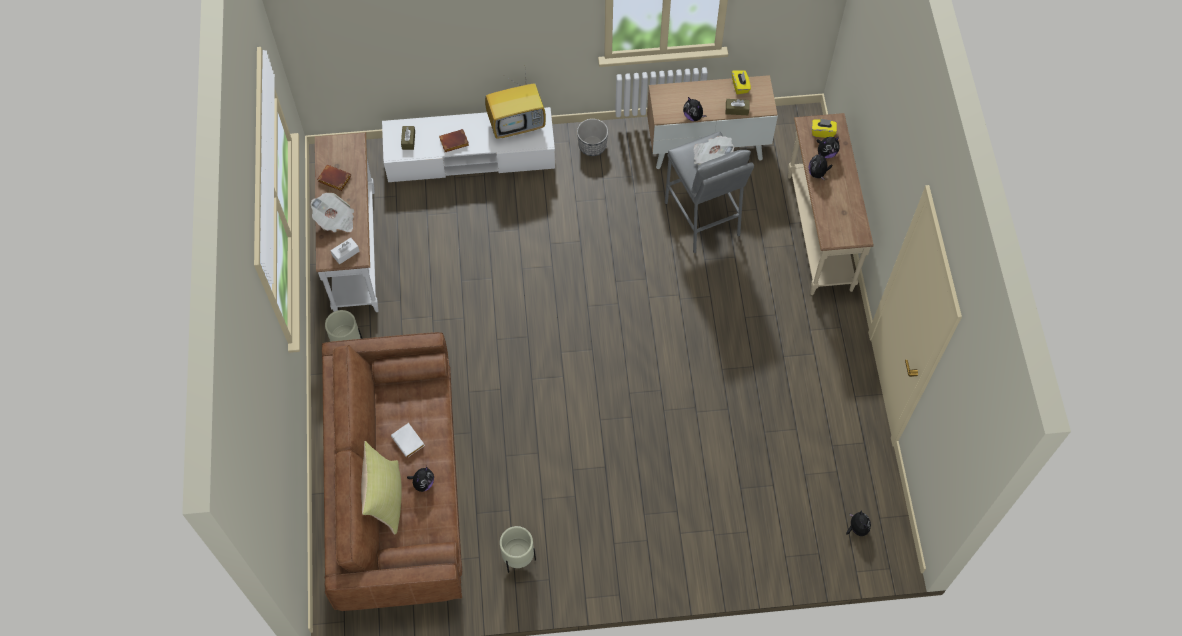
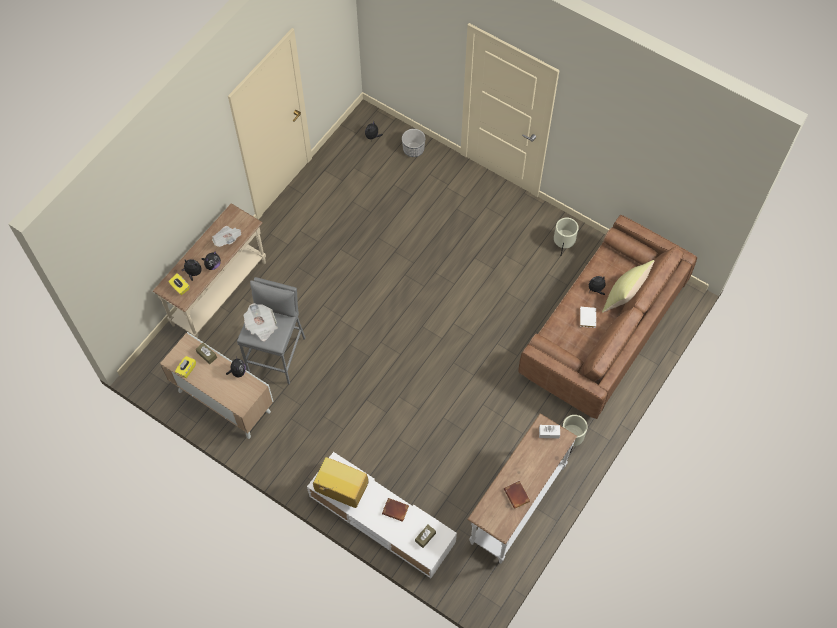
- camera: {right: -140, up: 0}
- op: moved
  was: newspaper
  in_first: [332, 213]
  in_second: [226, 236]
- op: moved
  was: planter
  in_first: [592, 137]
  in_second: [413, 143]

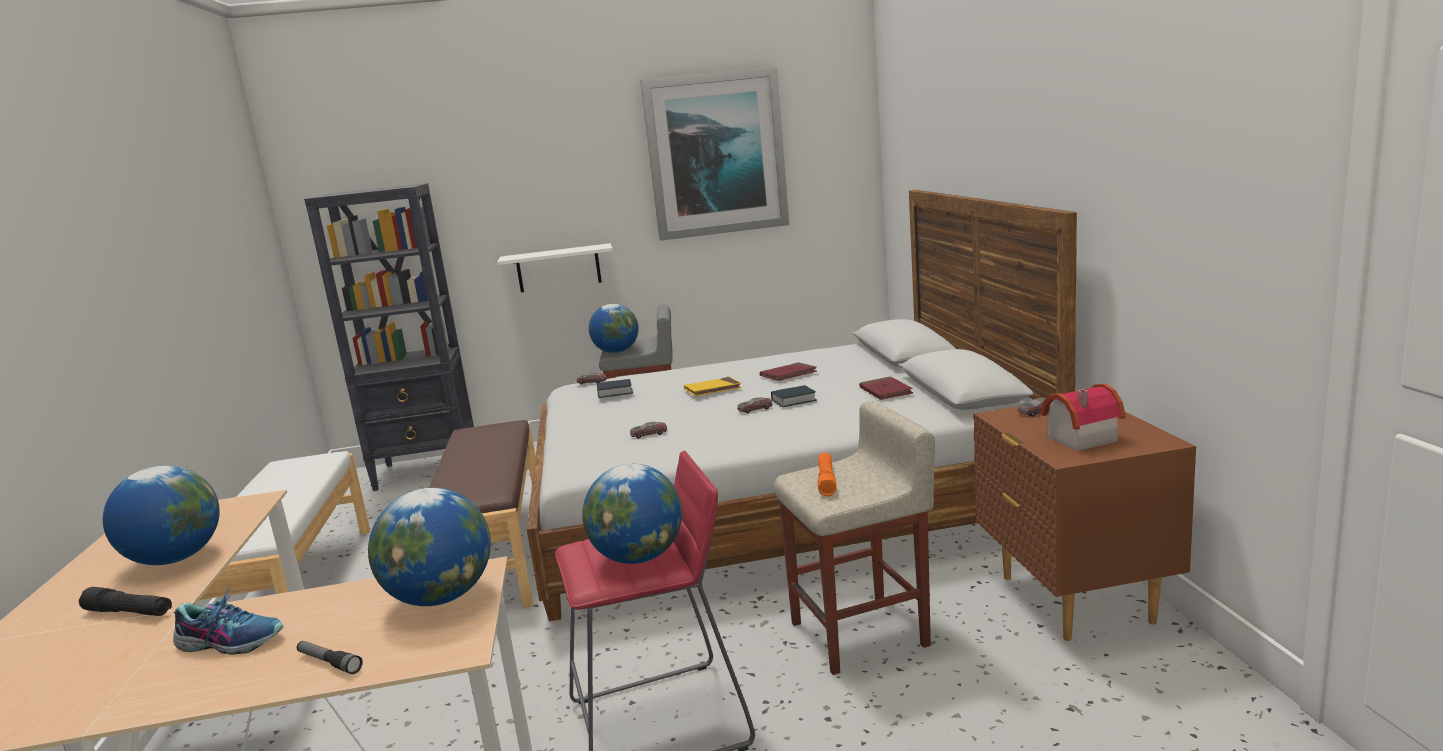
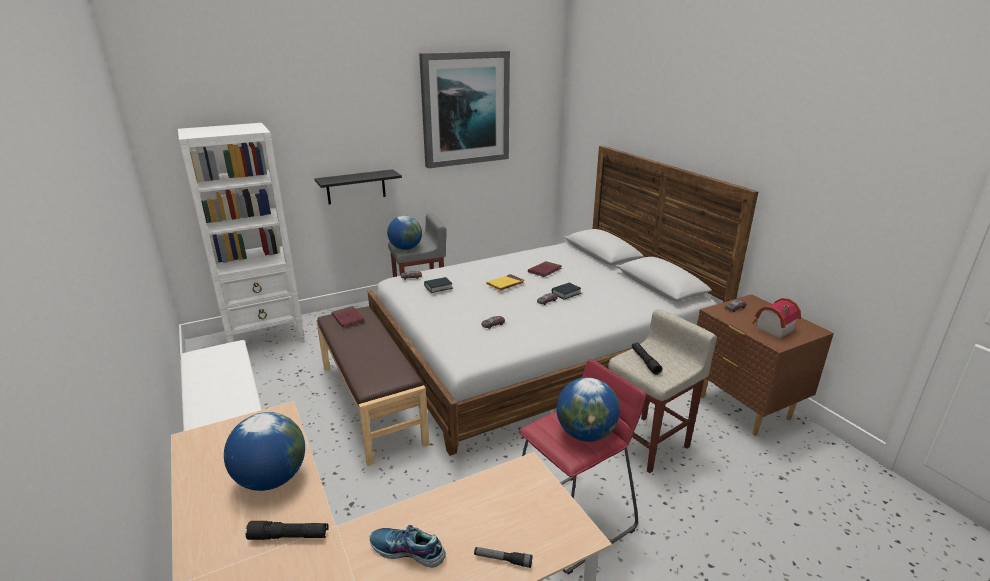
- camera: {right: -20, up: 10}
- op: removed
  was: globe
  in_first: [429, 547]
- op: moved
  was: red_book
  in_first: [886, 388]
  in_second: [348, 317]
- op: recoloured
  was: black_bookcase
  now: white_bookcase
  in_first: [389, 337]
  in_second: [241, 233]
- op: recoloured
  was: white_shelf
  now: black_shelf
  in_first: [555, 268]
  in_second: [358, 187]
- op: recoloured
  was: orange_flashlight
  now: black_flashlight
  in_first: [827, 474]
  in_second: [647, 359]
- op: turned
  was: shoe
  in_first: [228, 621]
  in_second: [408, 546]
  clockwise: -150

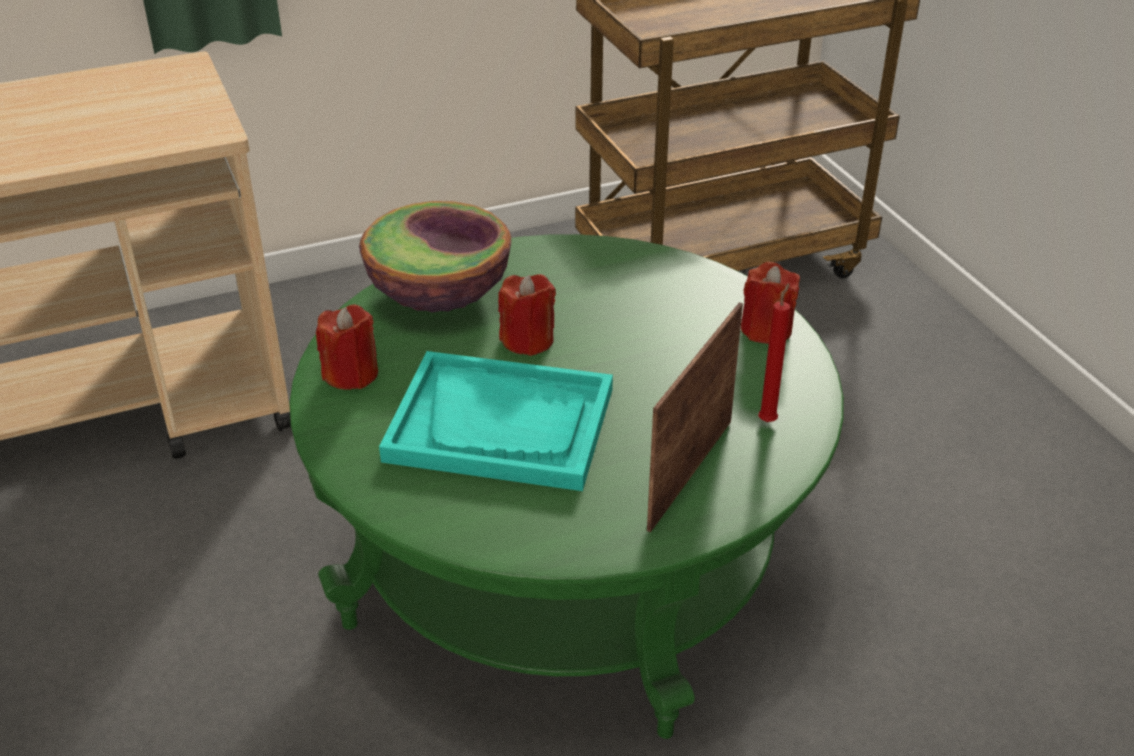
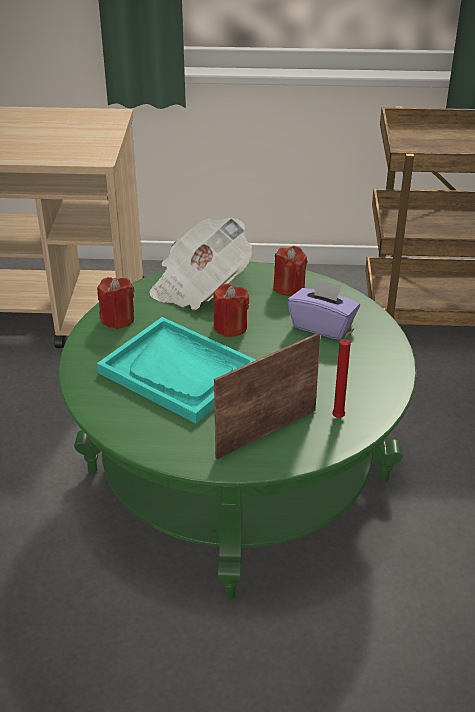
- camera: {right: 25, up: 0}
- op: added
  now: purple_tissue_box
  in_second: [324, 309]
- op: moved
  was: red_candle
  in_first: [770, 303]
  in_second: [290, 271]
- op: replaced
  was: bowl
  now: newspaper
  in_first: [435, 256]
  in_second: [200, 264]

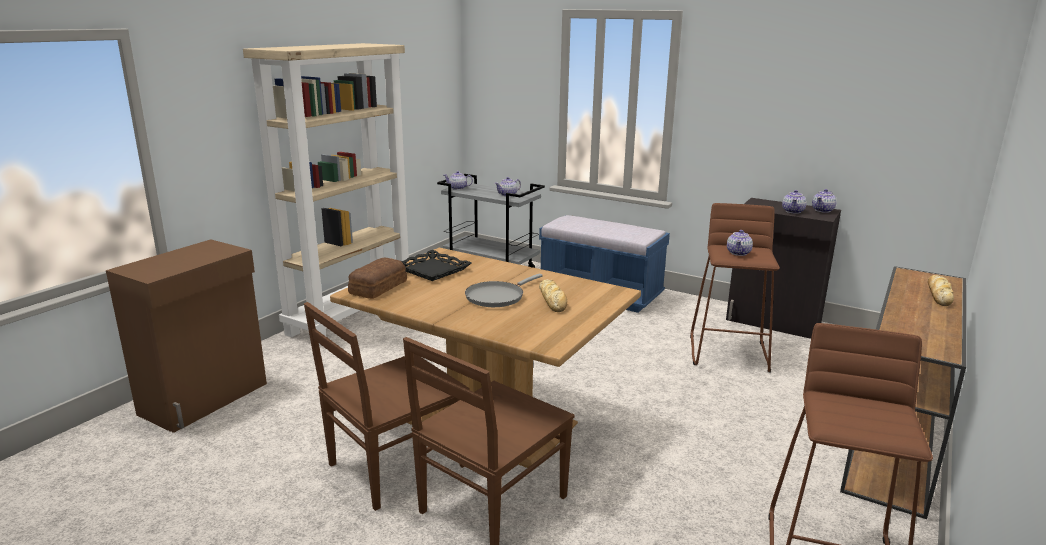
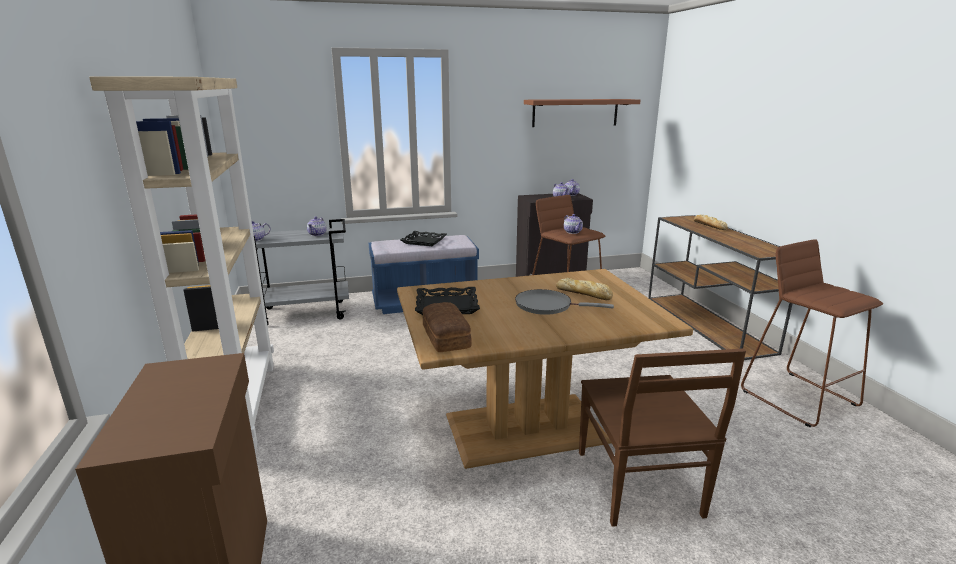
- camera: {right: -45, up: 0}
- op: removed
  was: brown_chair
  in_first: [386, 406]
- op: added
  now: black_tray
  in_second: [423, 238]
- op: added
  now: brown_shelf
  in_second: [582, 113]
- op: turned
  was: grey_frying_pan
  in_first: [504, 290]
  in_second: [564, 302]
  clockwise: 105

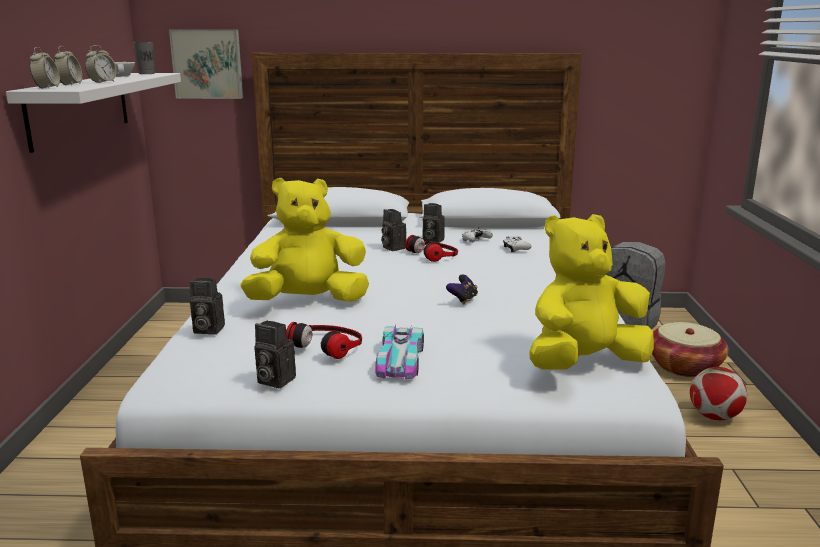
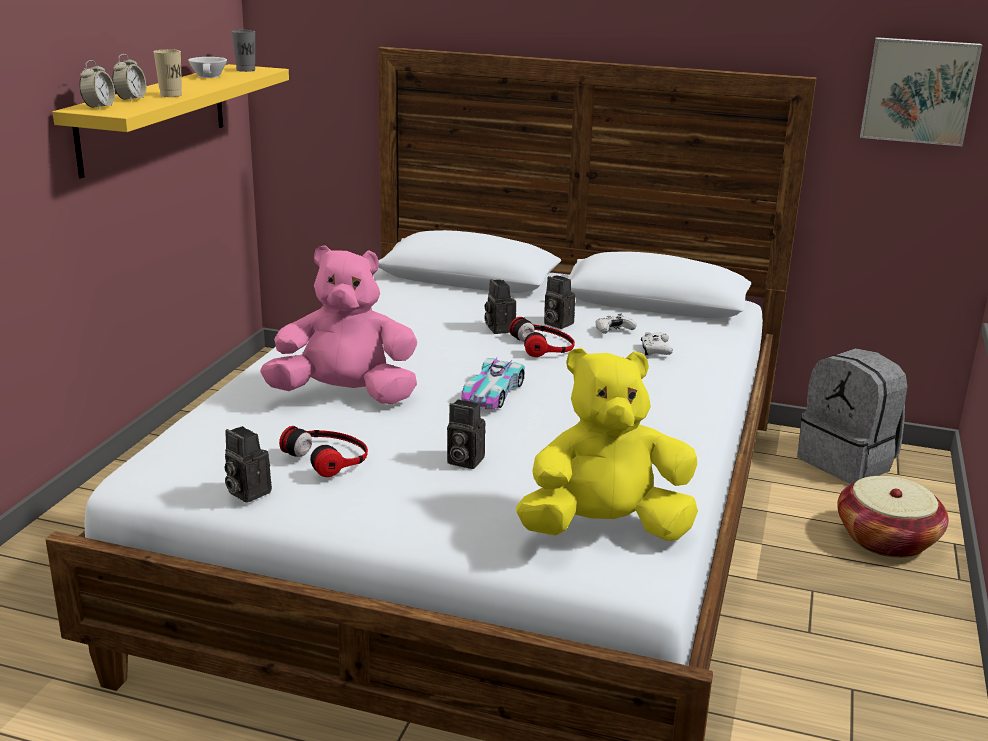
- camera: {right: 15, up: 5}
- op: removed
  was: game_controller
  in_first: [462, 289]
- op: removed
  was: football
  in_first: [718, 393]
- op: moved
  was: picture
  in_first: [206, 64]
  in_second: [921, 91]
- op: moved
  was: photo_camera
  in_first: [207, 306]
  in_second: [466, 434]
- op: moved
  was: toy_car
  in_first: [399, 352]
  in_second: [493, 383]
- op: replaced
  was: alarm_clock
  now: beige_cup
  in_first: [101, 64]
  in_second: [167, 73]
- op: recoloured
  was: white_shelf
  now: yellow_shelf
  in_first: [93, 113]
  in_second: [171, 121]
- op: recoloured
  was: yellow_plush_toy
  now: pink_plush_toy
  in_first: [304, 240]
  in_second: [338, 324]

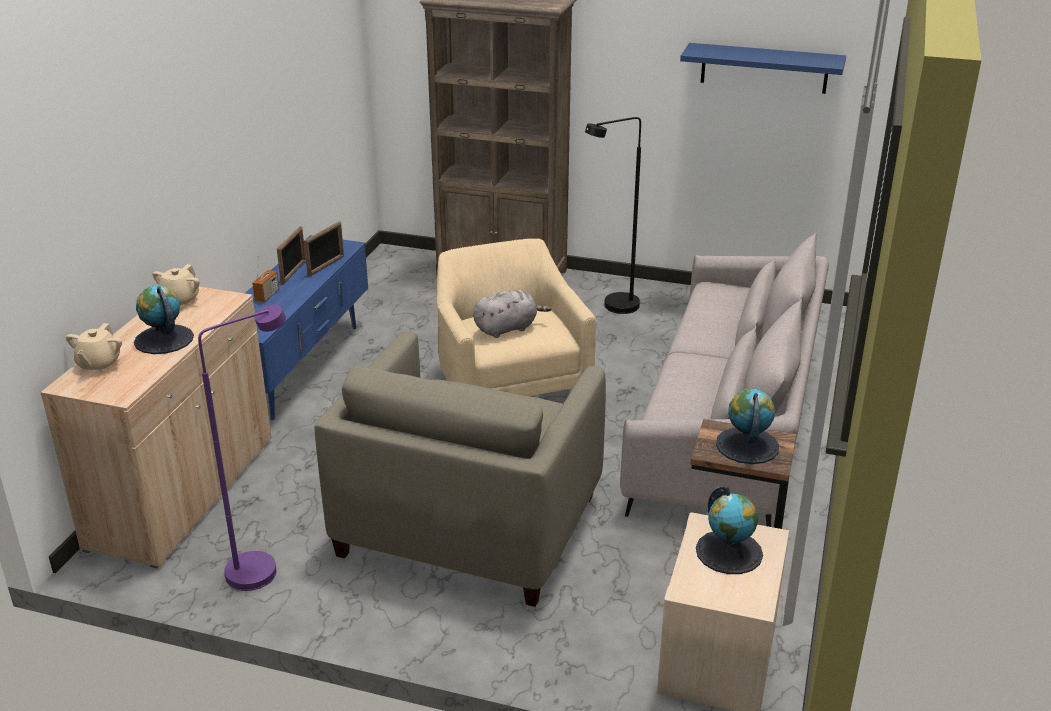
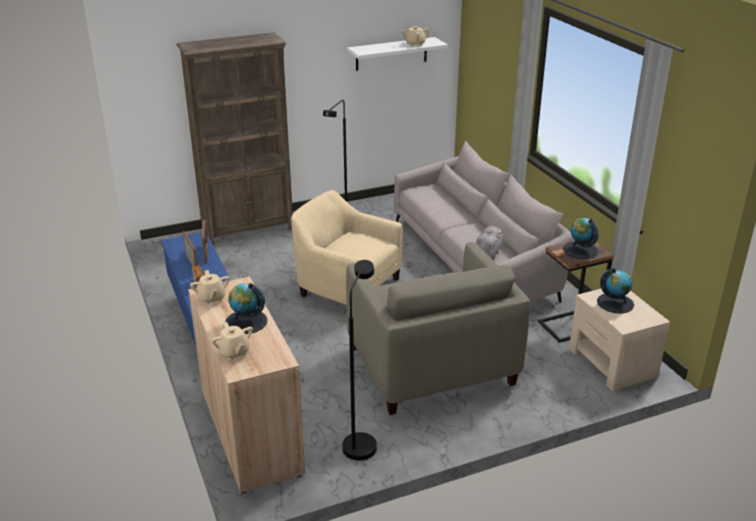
- camera: {right: -40, up: 0}
- op: added
  now: beige_teapot
  in_second: [415, 36]
- op: moved
  was: grey_plush_toy
  in_first: [512, 314]
  in_second: [490, 243]
- op: recoloured
  was: purple_floor_lamp
  now: black_floor_lamp
  in_first: [242, 447]
  in_second: [359, 360]
- op: recoloured
  was: blue_shelf
  now: white_shelf
  in_first: [763, 68]
  in_second: [397, 54]

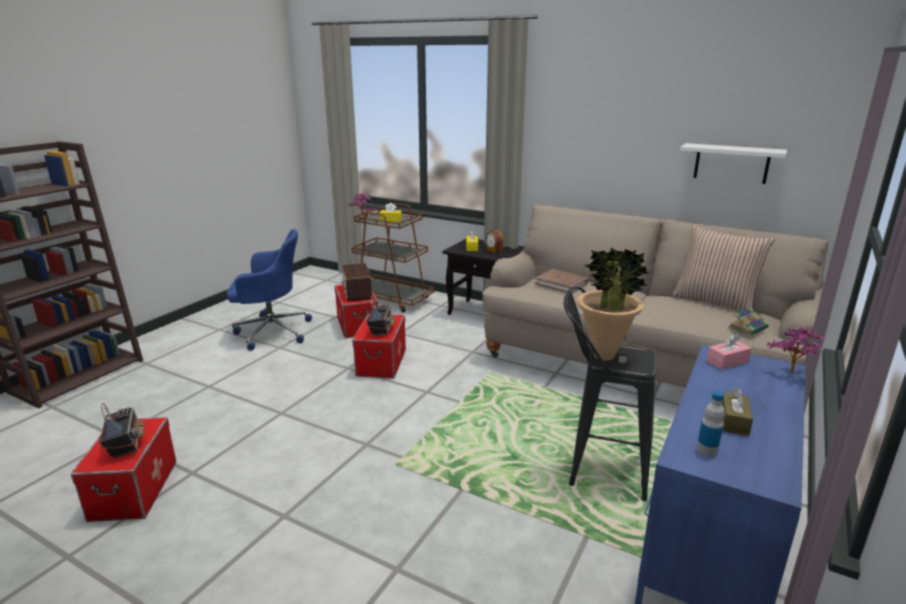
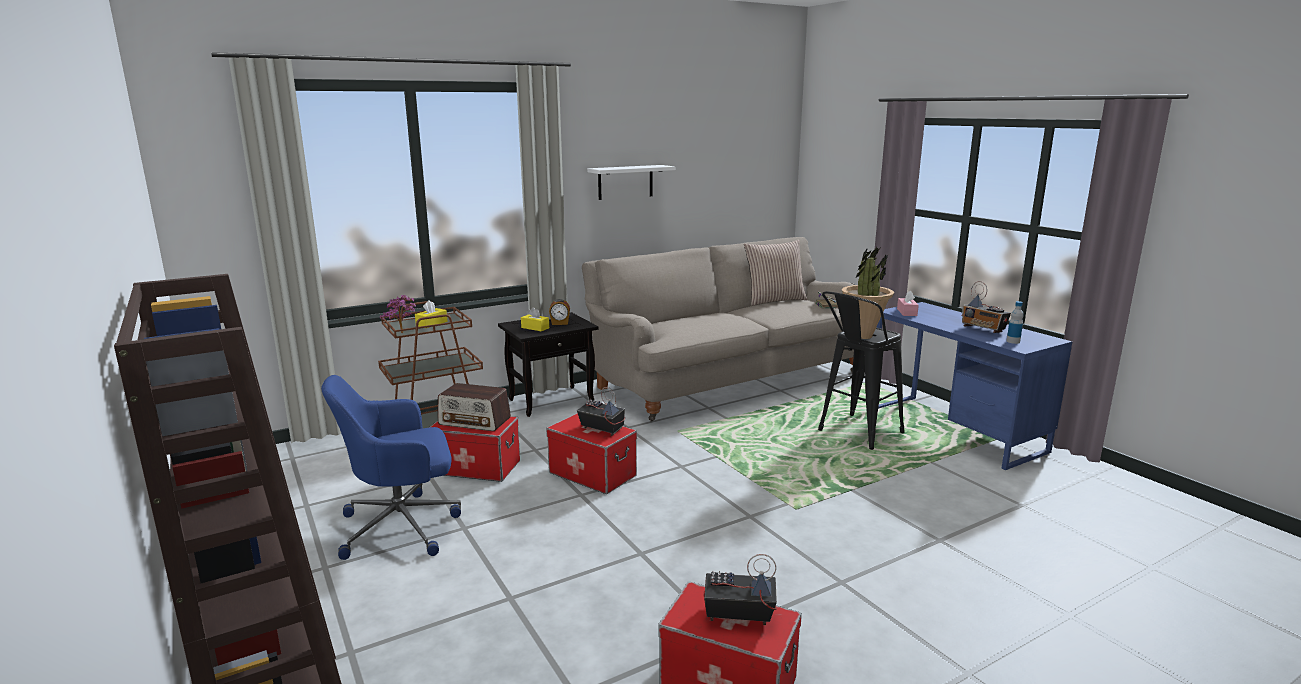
- camera: {right: -60, up: -5}
- op: removed
  was: brown_book
  in_first: [561, 281]
- op: removed
  was: potted_plant
  in_first: [795, 350]
- op: moved
  was: white_shelf
  in_first: [733, 163]
  in_second: [631, 182]
- op: replaced
  was: brown_tissue_box
  now: radio
  in_first: [737, 411]
  in_second: [986, 307]
- op: turned
  was: blue_office_chair
  in_first: [269, 290]
  in_second: [391, 467]
  clockwise: -135

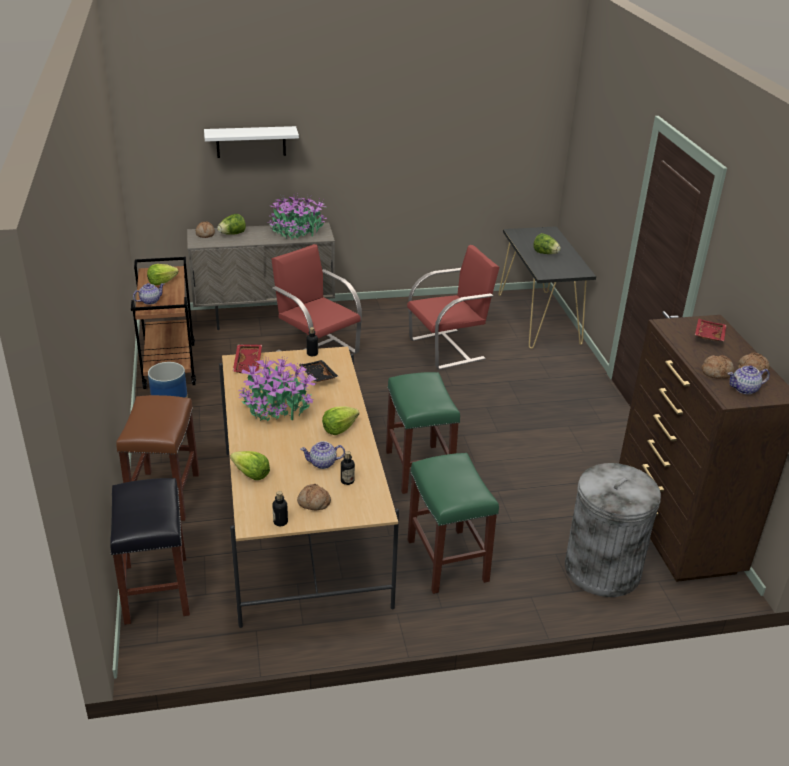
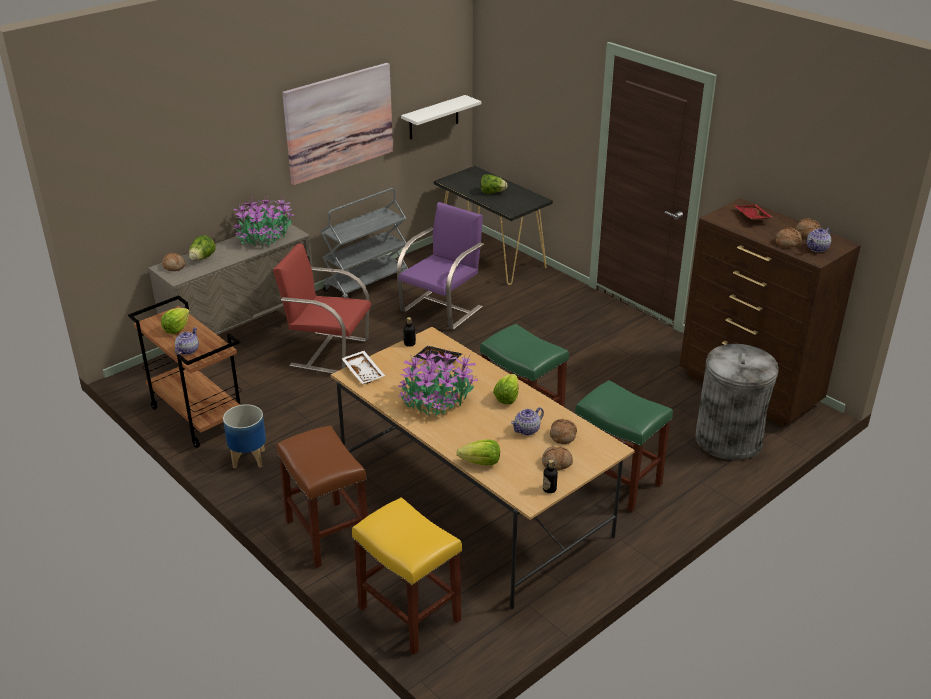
- camera: {right: -30, up: 0}
- op: added
  now: picture
  in_second: [337, 124]
- op: added
  now: grey_cart
  in_second: [364, 243]
- op: moved
  was: white_shelf
  in_first: [251, 142]
  in_second: [441, 117]
- op: replaced
  was: bottle
  now: bread
  in_first: [348, 468]
  in_second: [563, 431]
- op: recoloured
  was: black_stool
  now: yellow_stool
  in_first: [150, 551]
  in_second: [407, 576]
- op: recoloured
  was: red_tray
  now: white_tray
  in_first: [247, 358]
  in_second: [363, 367]
- op: recoloured
  was: red_chair
  now: purple_chair
  in_first: [453, 307]
  in_second: [440, 266]

